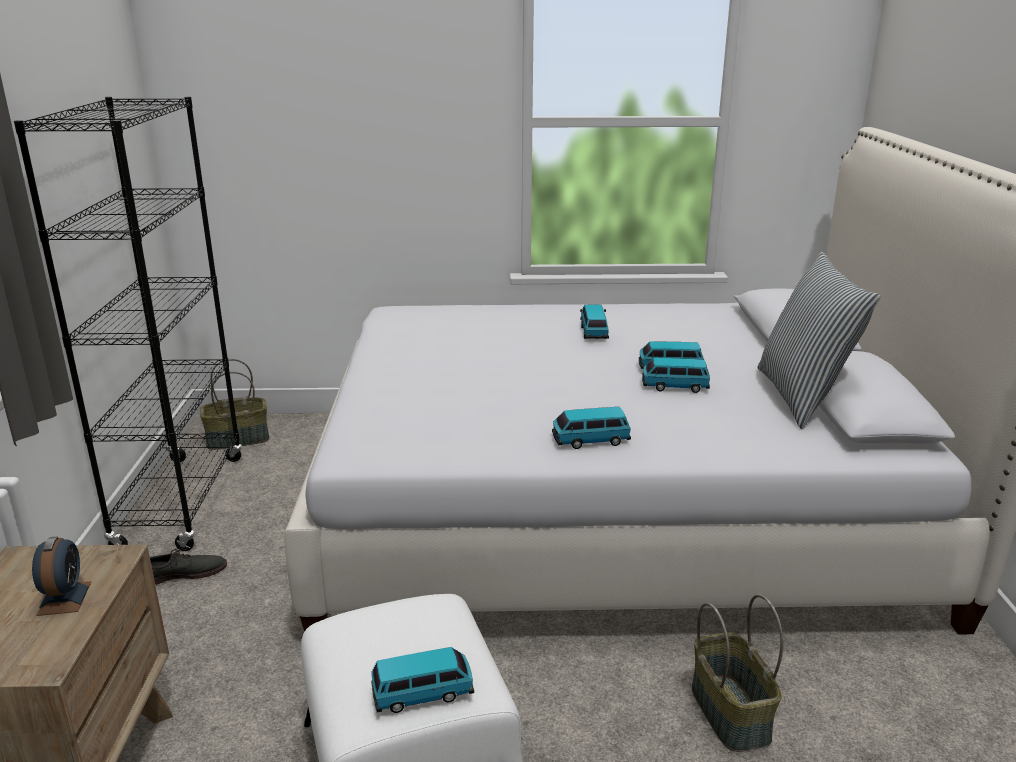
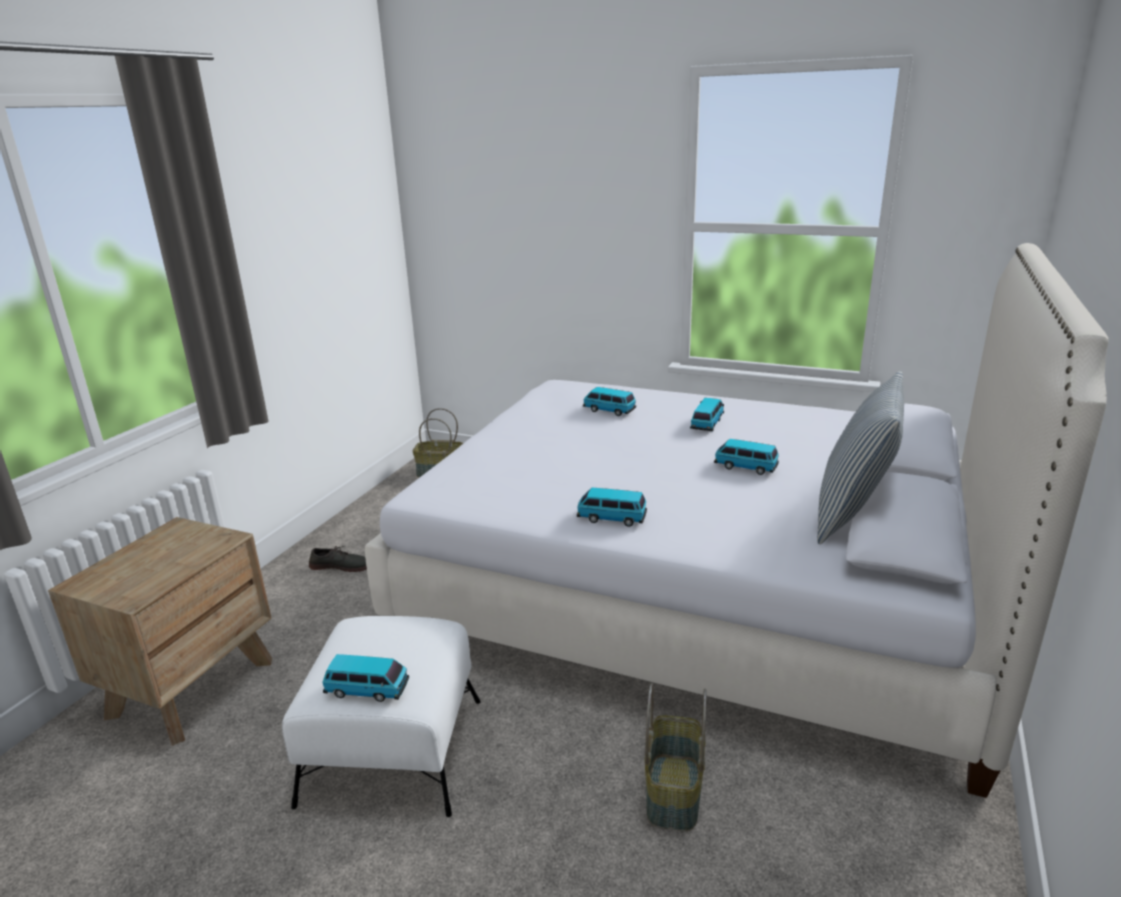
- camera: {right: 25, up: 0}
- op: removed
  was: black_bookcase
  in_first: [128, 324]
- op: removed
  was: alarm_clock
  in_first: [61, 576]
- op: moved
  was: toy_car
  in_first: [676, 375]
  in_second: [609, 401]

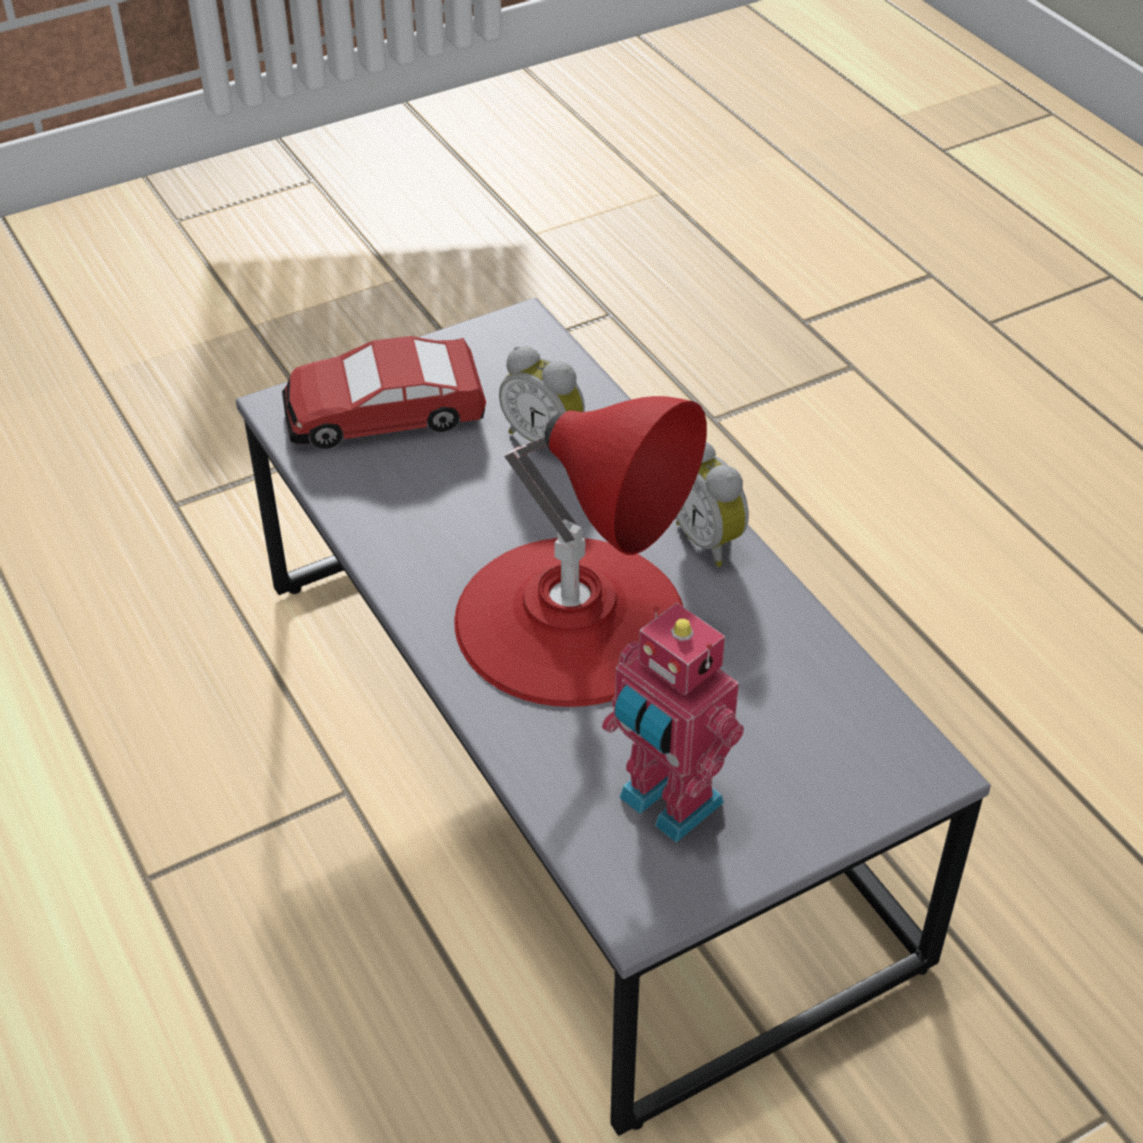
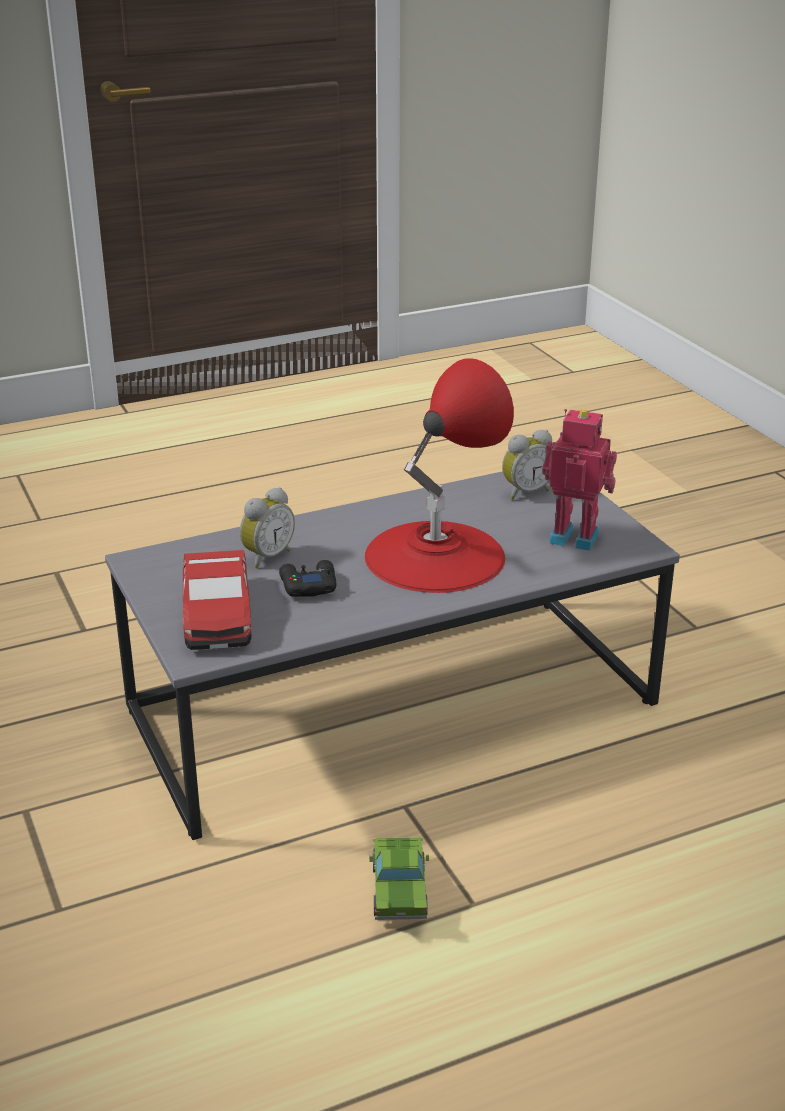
- camera: {right: -85, up: -15}
- op: added
  now: black_game_controller
  in_second: [307, 578]
- op: added
  now: green_toy_car
  in_second: [399, 878]
- op: moved
  was: alarm_clock
  in_first: [712, 504]
  in_second: [527, 464]
- op: turned
  was: toy_robot
  in_first: [673, 723]
  in_second: [579, 480]
  clockwise: -120

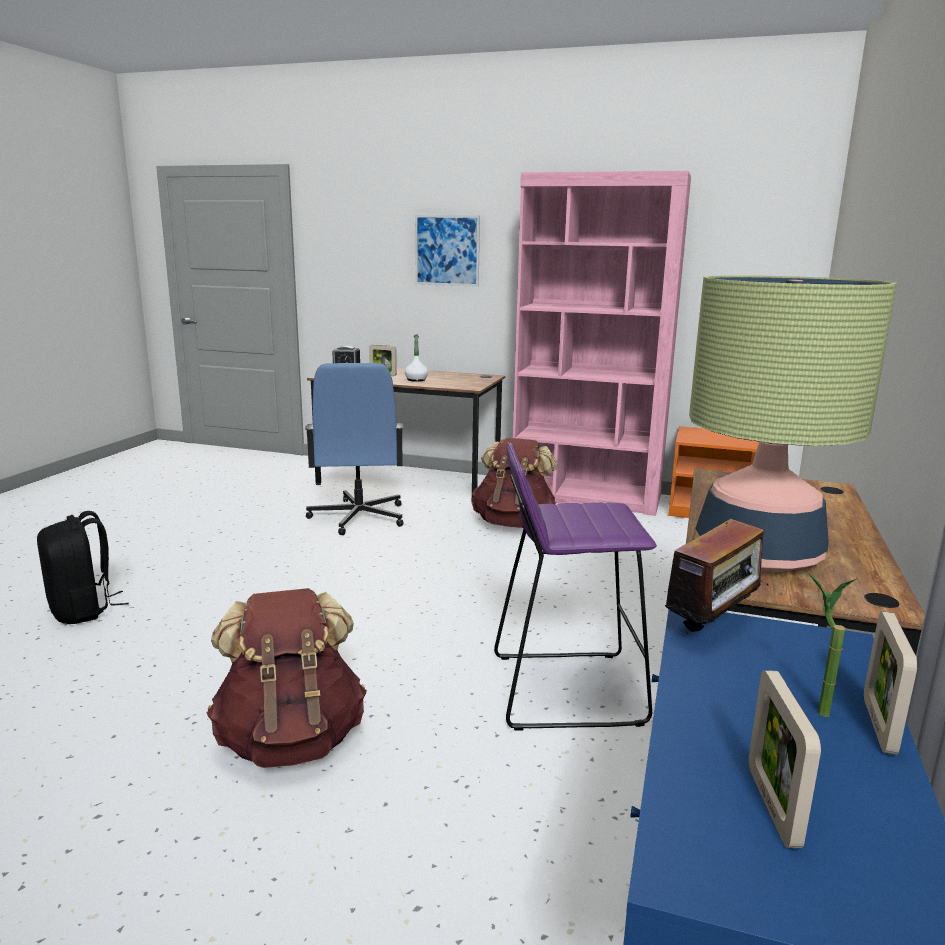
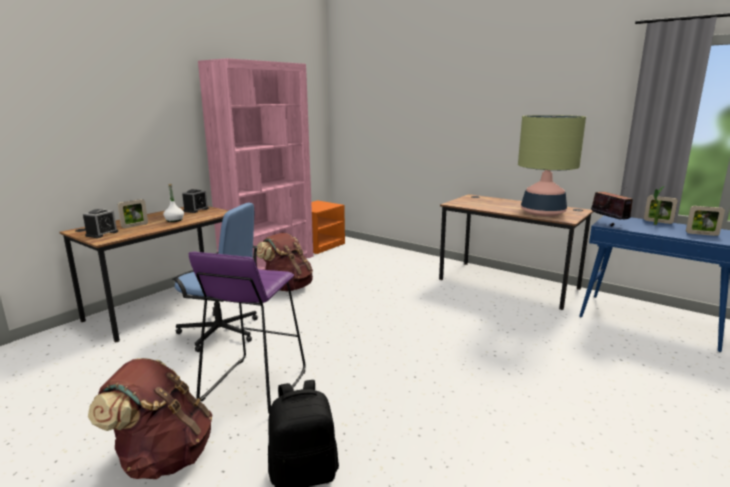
- camera: {right: -70, up: 0}
- op: removed
  was: picture
  in_first: [447, 251]
- op: added
  now: alarm_clock
  in_second: [195, 201]
- op: moved
  was: brown_backpack
  in_first: [287, 678]
  in_second: [150, 418]
- op: moved
  was: purple_stool
  in_first: [575, 586]
  in_second: [247, 332]

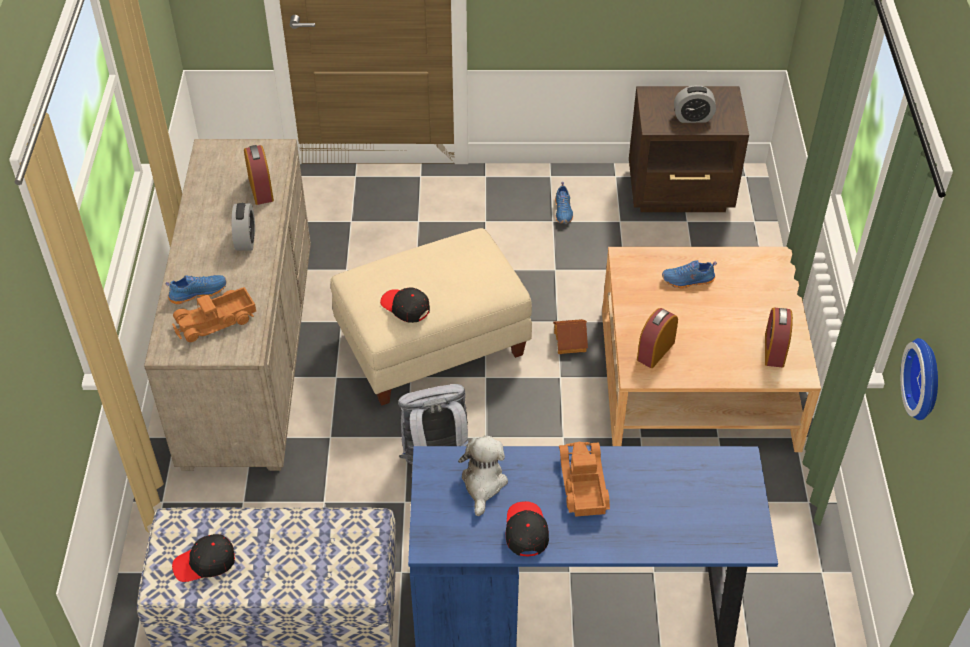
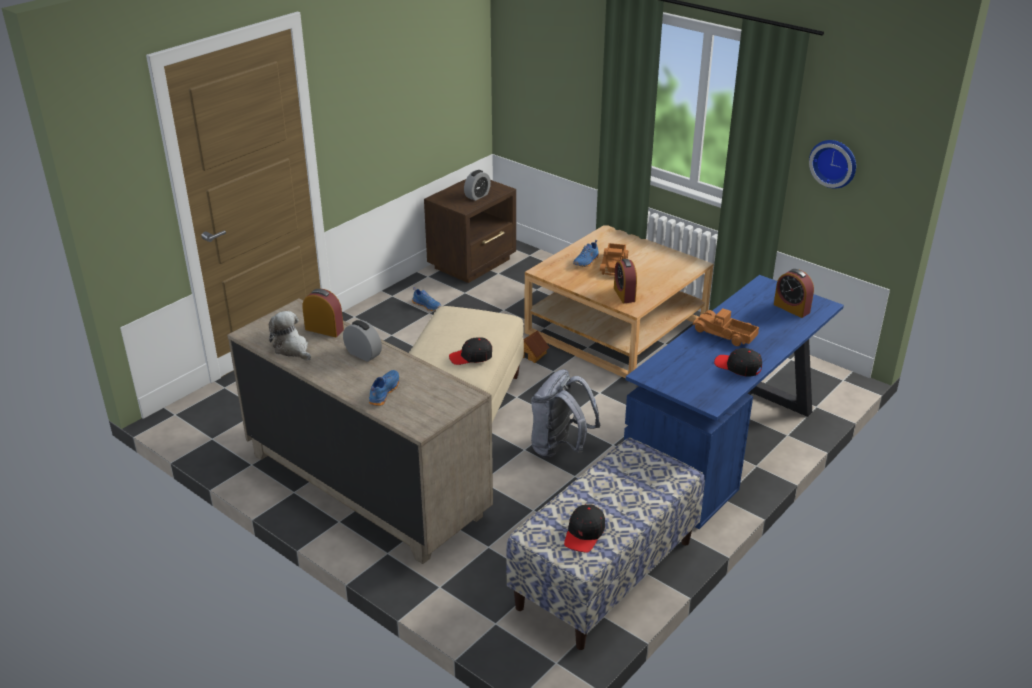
- camera: {right: -50, up: -15}
- op: moved
  was: toy_truck
  in_first: [214, 314]
  in_second: [614, 259]
- op: moved
  was: plush_toy
  in_first: [483, 475]
  in_second: [290, 335]
- op: moved
  was: alarm_clock
  in_first: [779, 337]
  in_second: [794, 293]

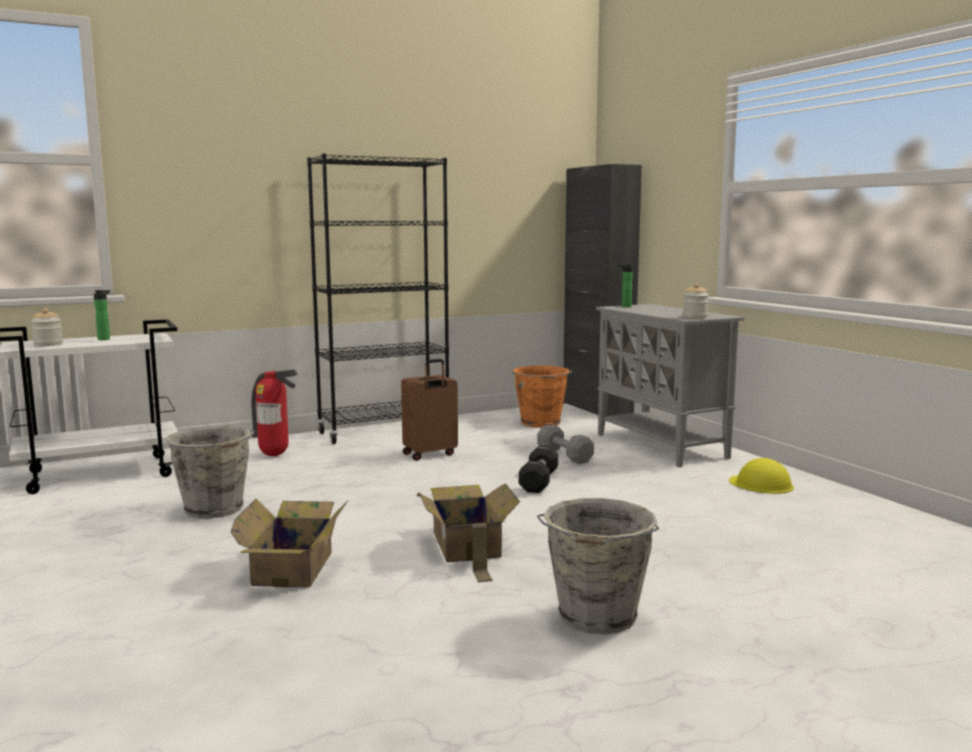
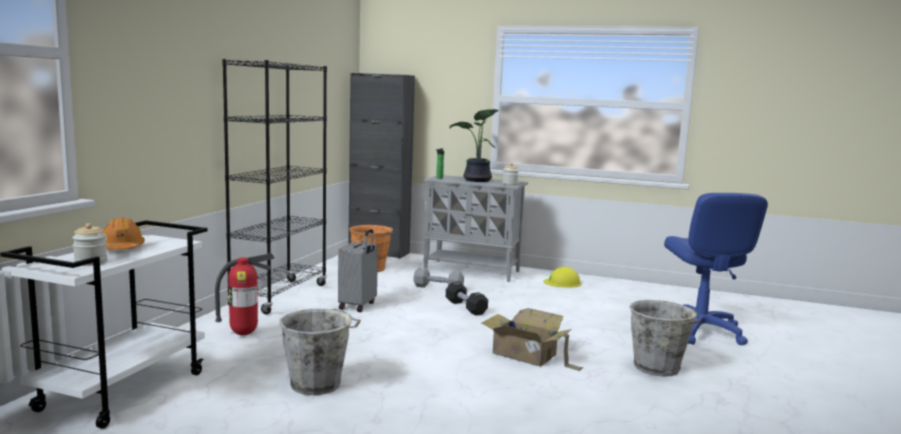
- camera: {right: -45, up: 0}
- op: removed
  was: cardboard_box
  in_first: [289, 543]
- op: added
  now: potted_plant
  in_second: [474, 145]
- op: added
  now: blue_office_chair
  in_second: [716, 269]
- op: replaced
  was: bottle
  now: orange_hard_hat
  in_first: [102, 315]
  in_second: [124, 233]
- op: recoloured
  was: brown_suitcase
  now: grey_suitcase
  in_first: [429, 410]
  in_second: [358, 270]

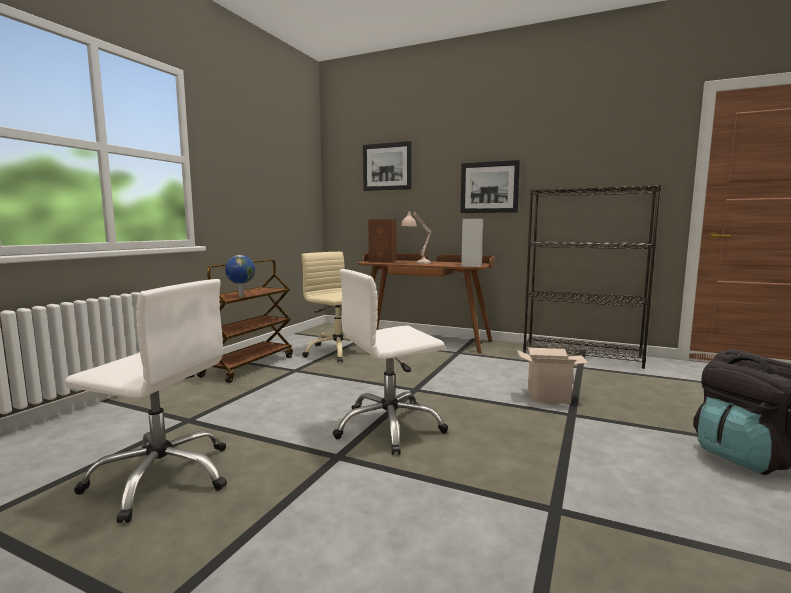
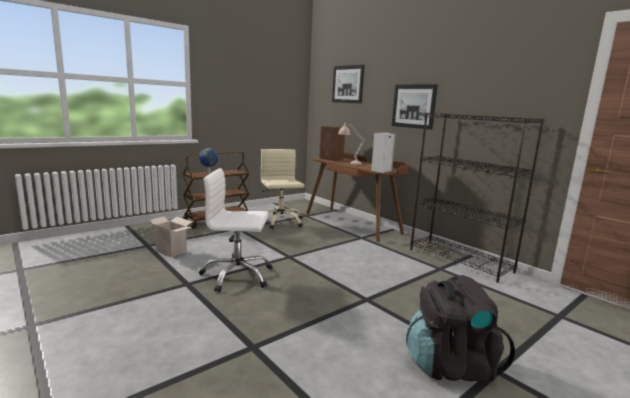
- camera: {right: 25, up: 5}
- op: removed
  was: white_office_chair
  in_first: [146, 401]
- op: moved
  was: cardboard_box
  in_first: [552, 376]
  in_second: [170, 237]

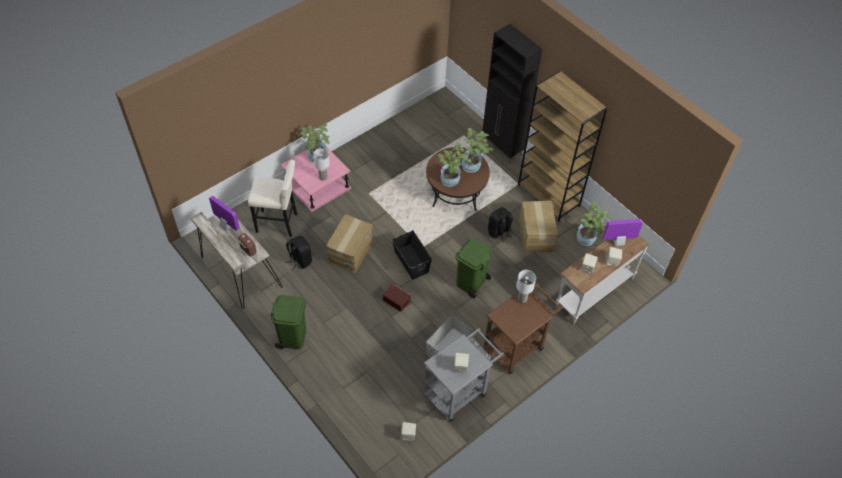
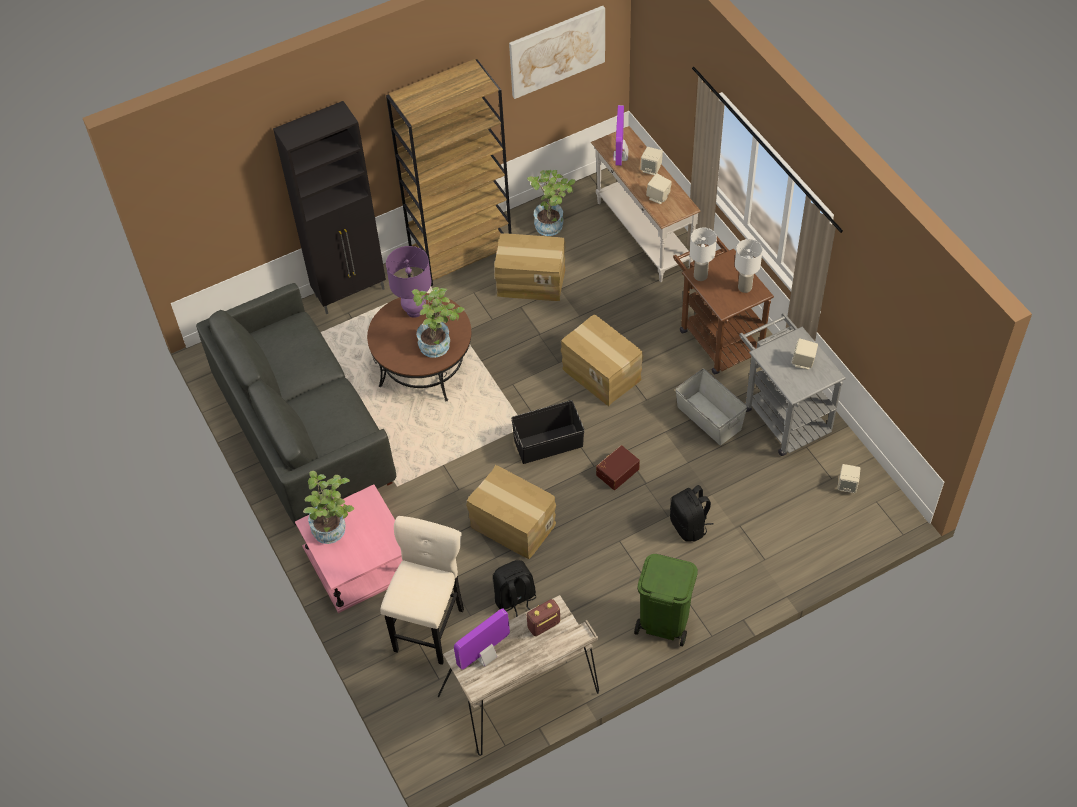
- camera: {right: -75, up: 0}
- op: added
  now: grey_sofa
  in_second: [296, 404]
- op: added
  now: picture
  in_second: [557, 52]
- op: moved
  was: white_table_lamp
  in_first: [321, 164]
  in_second: [749, 266]
- op: moved
  was: black_backpack
  in_first: [500, 225]
  in_second: [691, 513]
- op: replaced
  was: green_trash_can
  now: cardboard_box
  in_first: [474, 268]
  in_second: [602, 360]
- op: replaced
  was: potted_plant
  now: purple_table_lamp
  in_first: [477, 150]
  in_second: [409, 282]

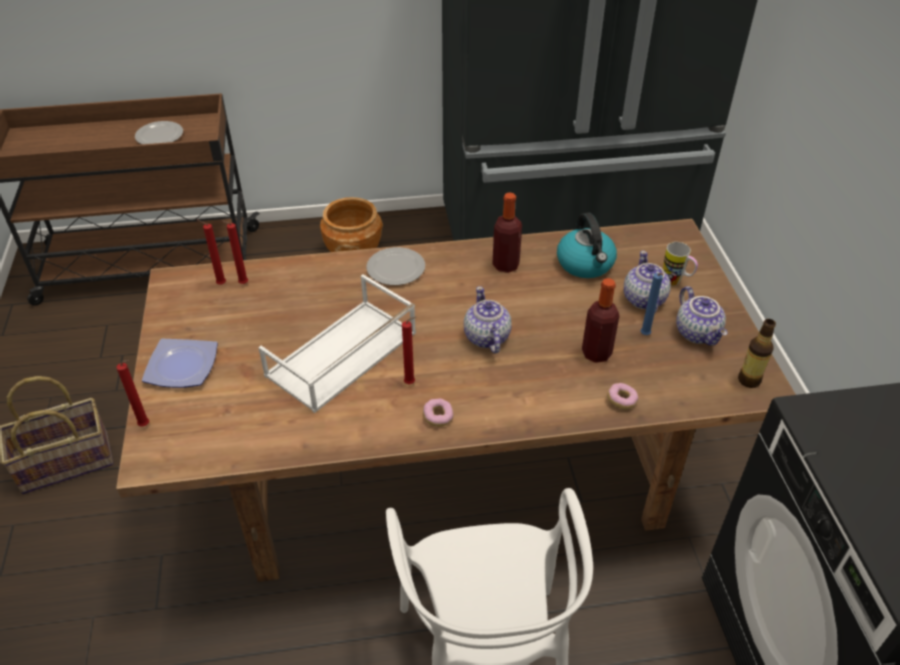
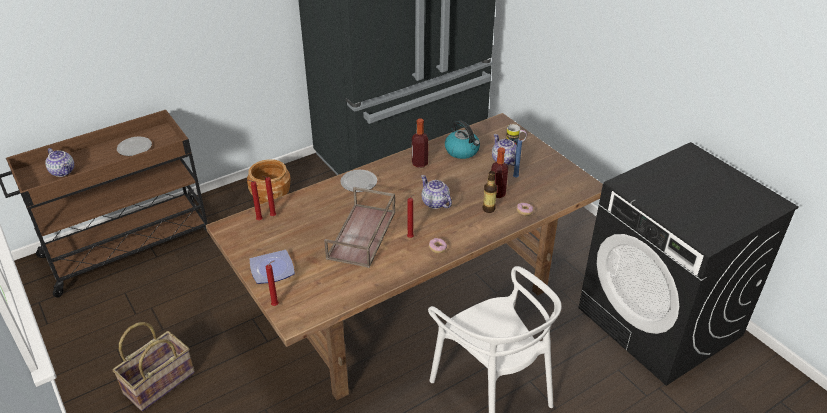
- camera: {right: -25, up: -5}
- op: moved
  was: teapot
  in_first: [701, 316]
  in_second: [59, 162]
- op: moved
  was: bottle
  in_first: [757, 353]
  in_second: [490, 192]
- op: recoloured
  was: white_tray
  now: brown_tray
  in_first: [337, 344]
  in_second: [359, 227]

